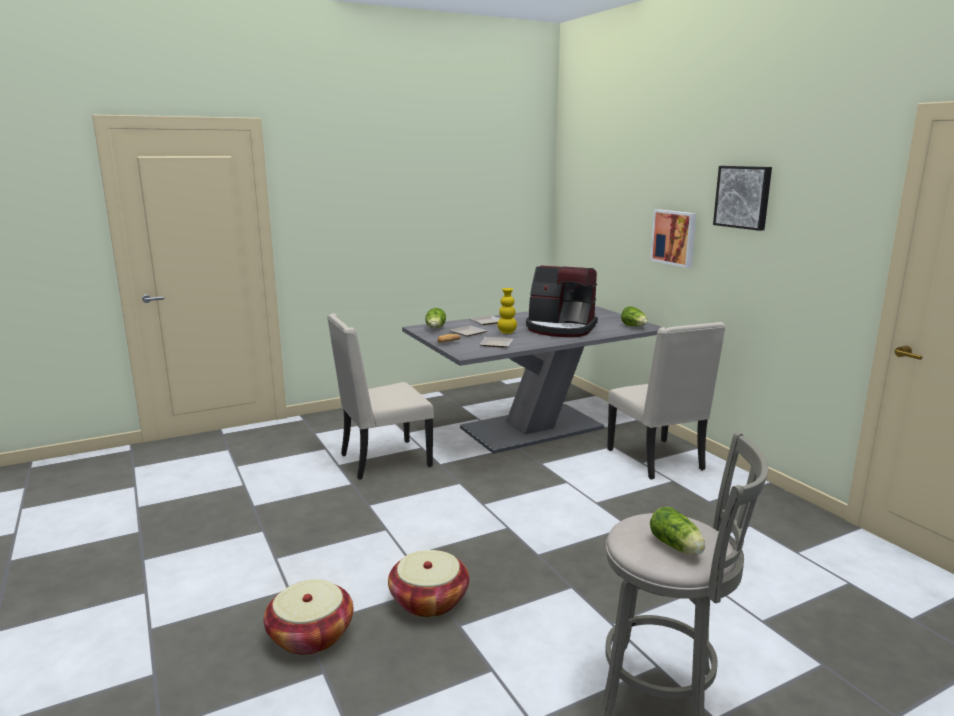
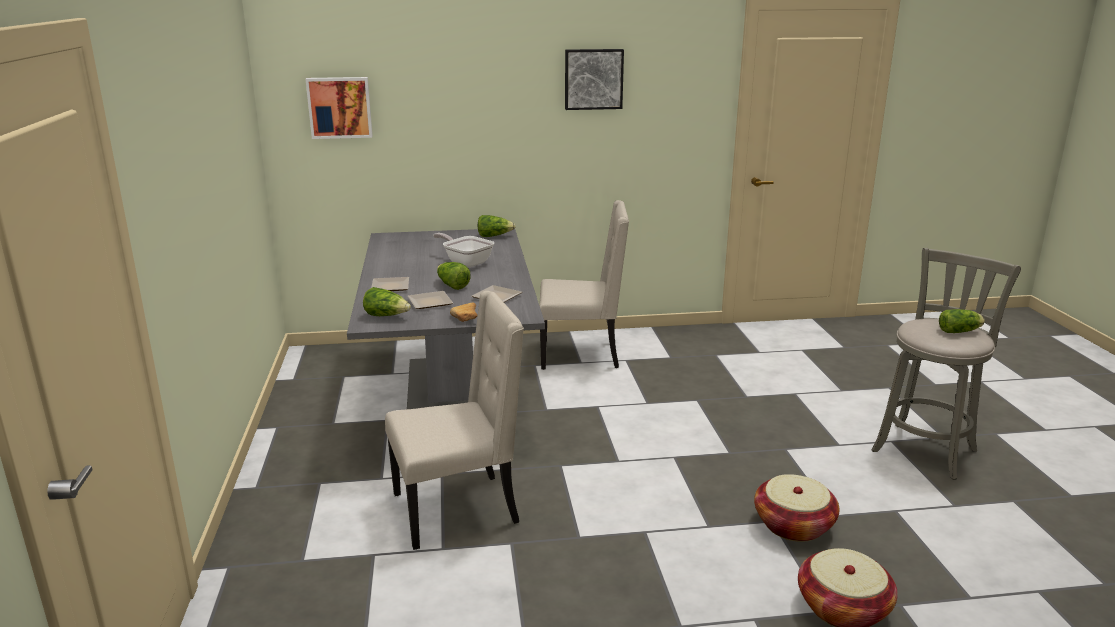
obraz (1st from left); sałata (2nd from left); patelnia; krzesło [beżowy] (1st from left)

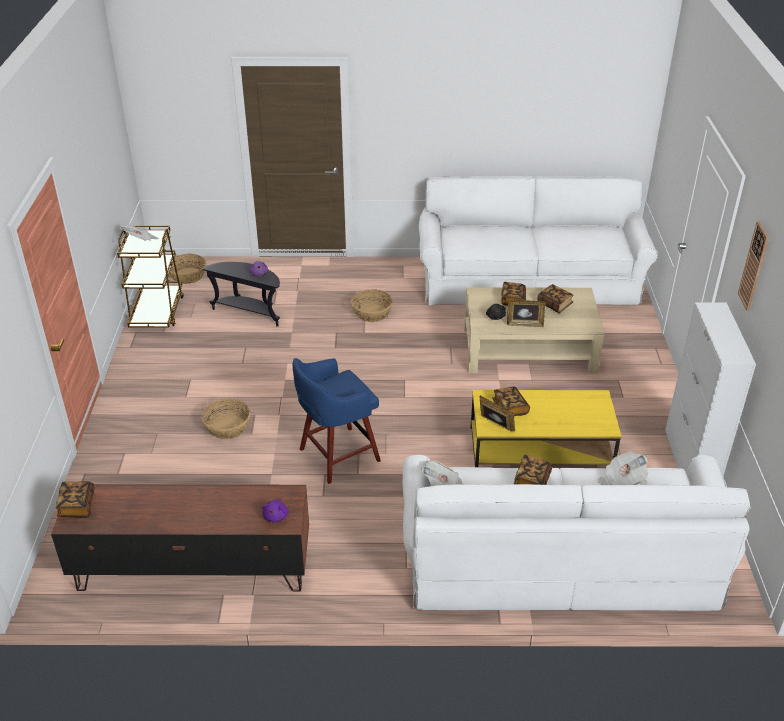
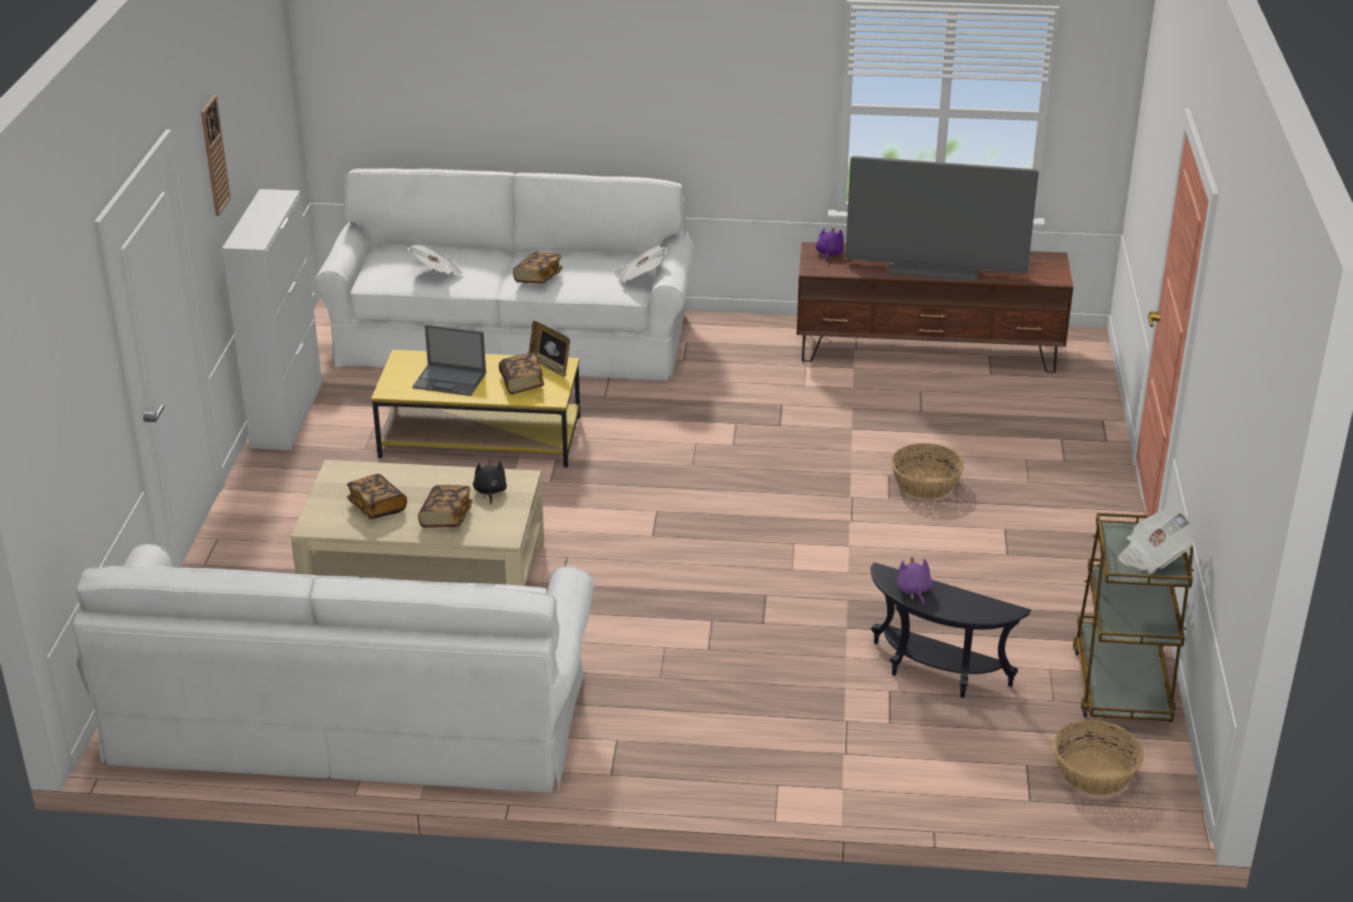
książka (1st from left in the first image); stołek [niebieski]; koszyk (3rd from left in the first image); ramka na zdjęcie (2nd from left in the first image); laptop; telewizor

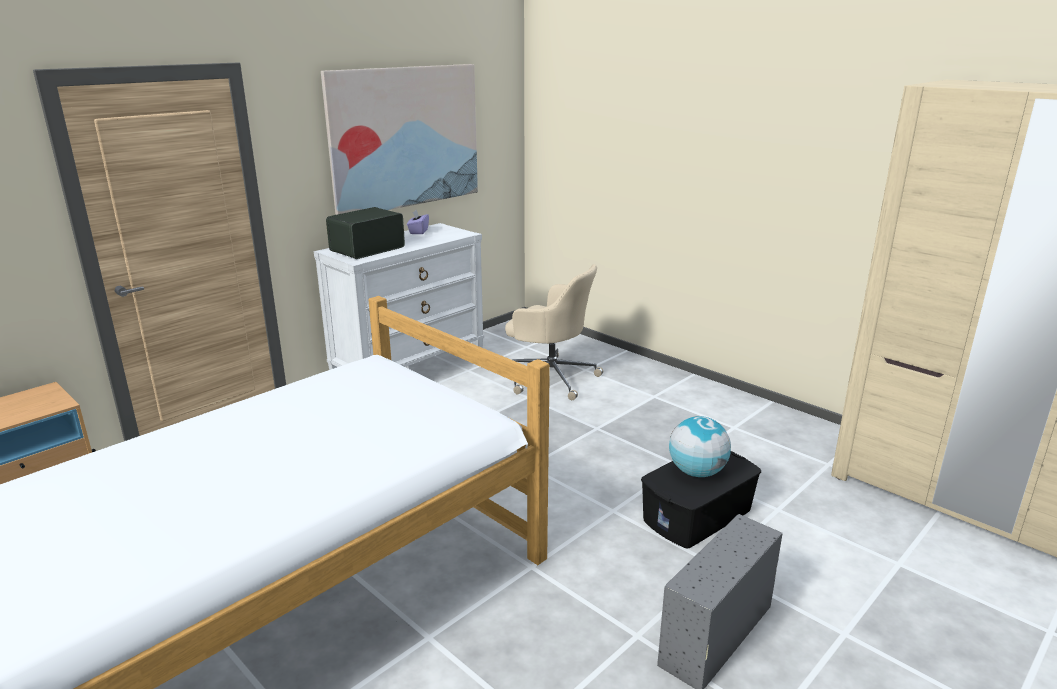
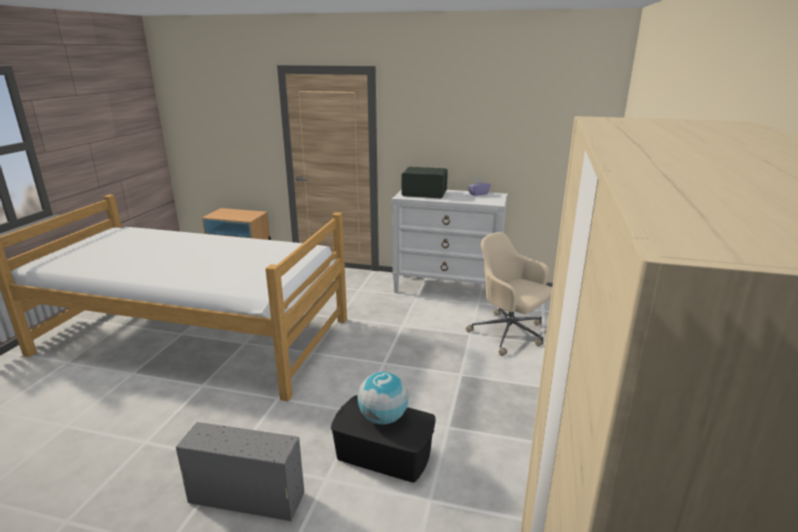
obraz; krzesło biurowe [beżowy]

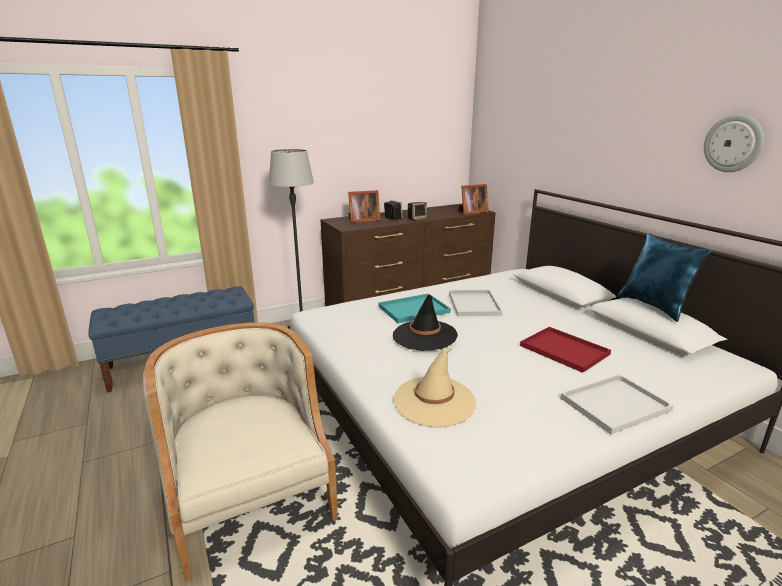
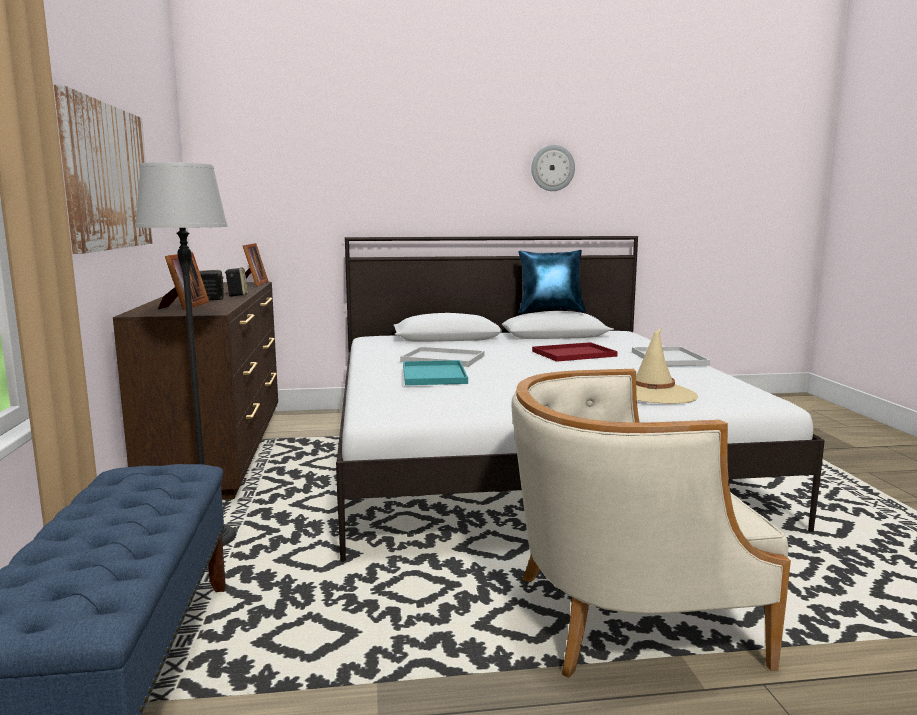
kapelusz [czarny]; obraz

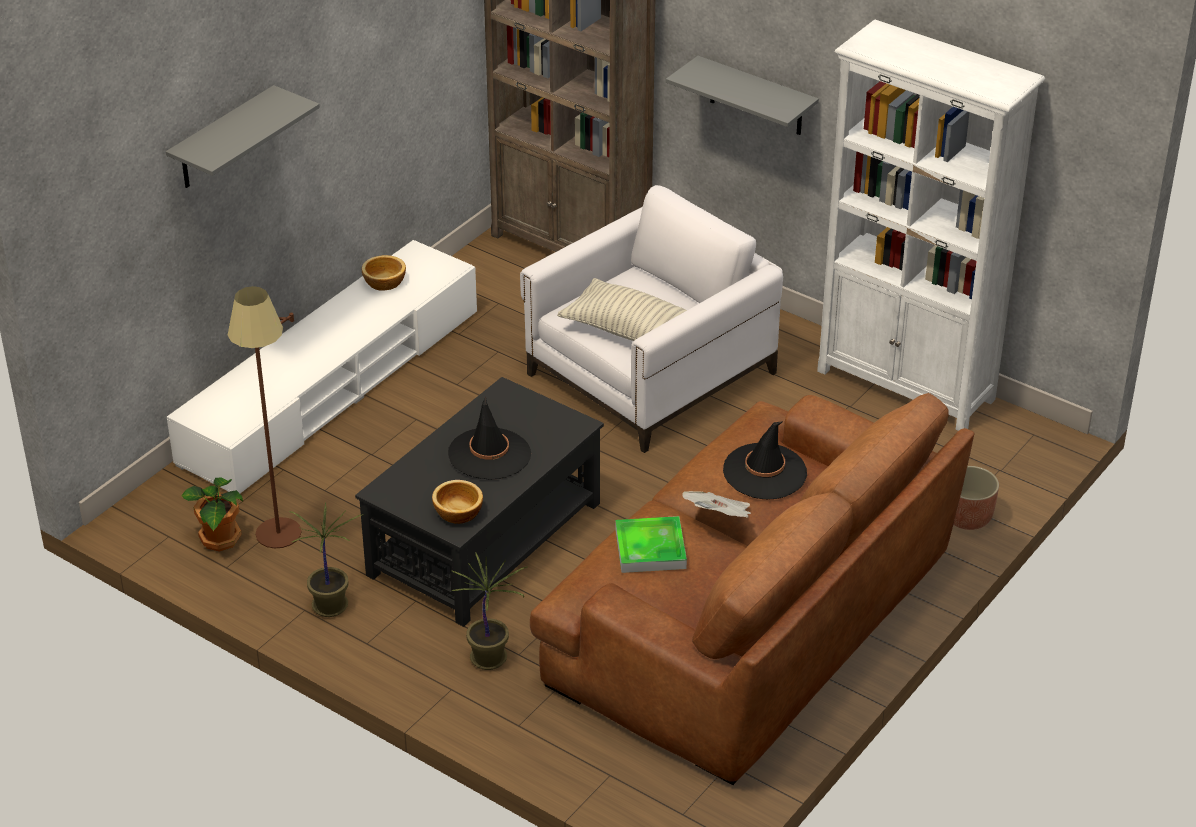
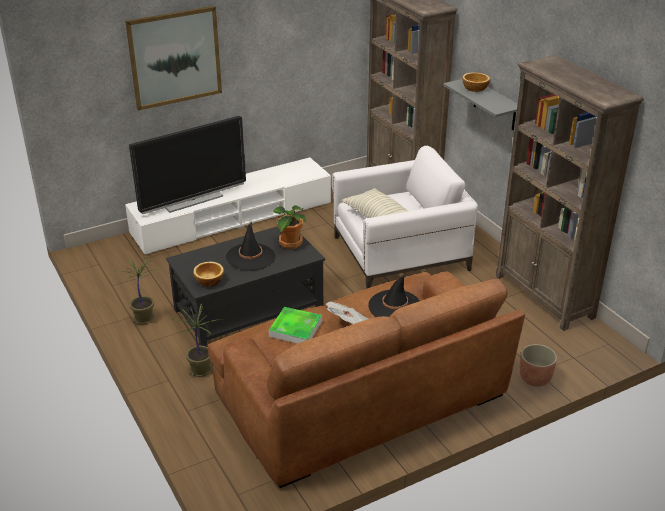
lampa stojąca [brązowy]; telewizor; roślina doniczkowa (3rd from left); miska (2nd from left); obraz; regał [brązowy] (2nd from left)

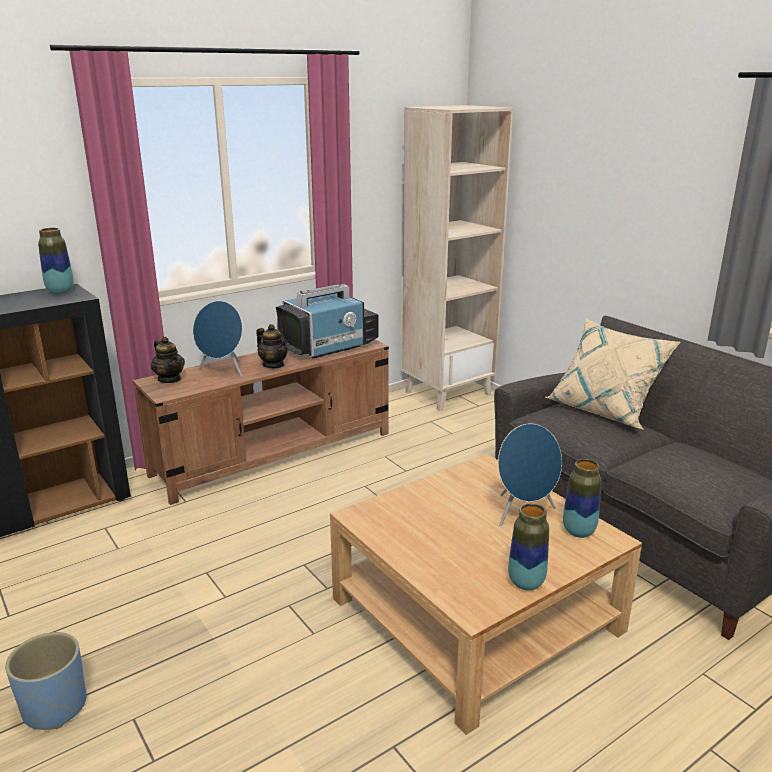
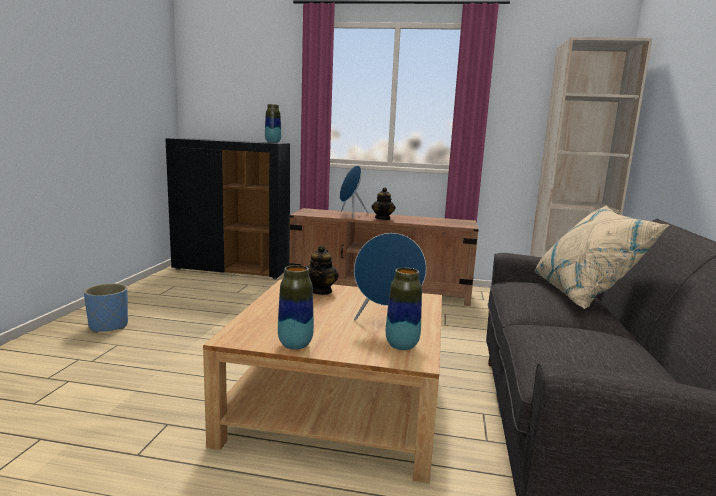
telewizor; imbryk (1st from left)

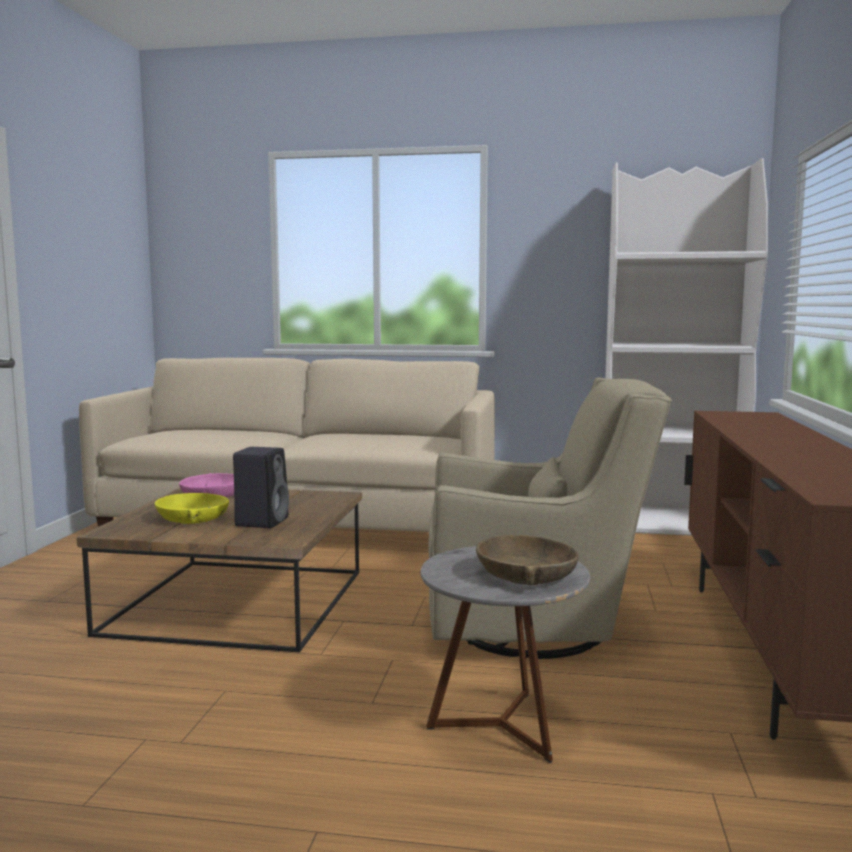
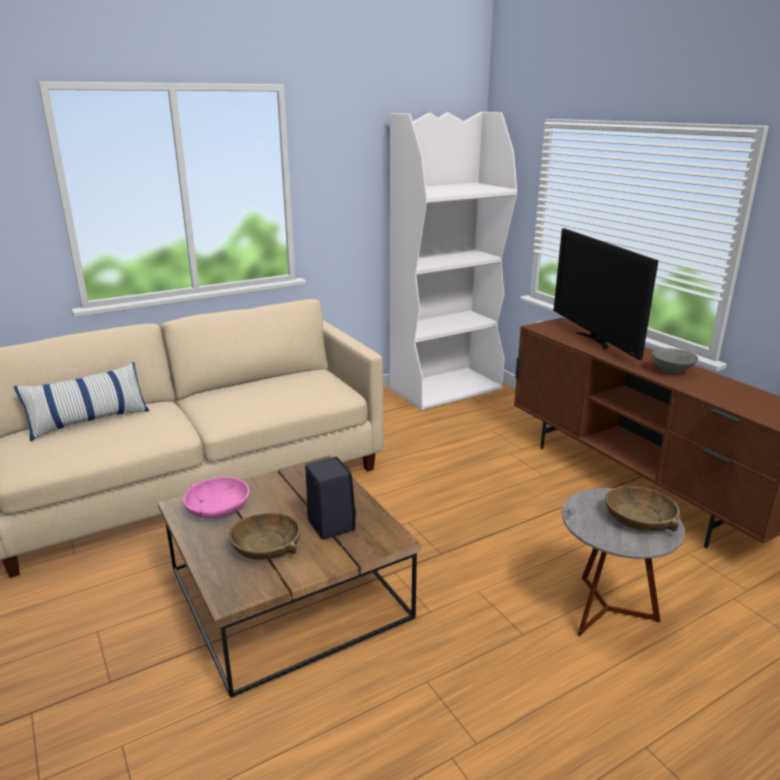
fotel [beżowy]; poduszka; telewizor; miska [szary]; miska [brązowy] (1st from left)

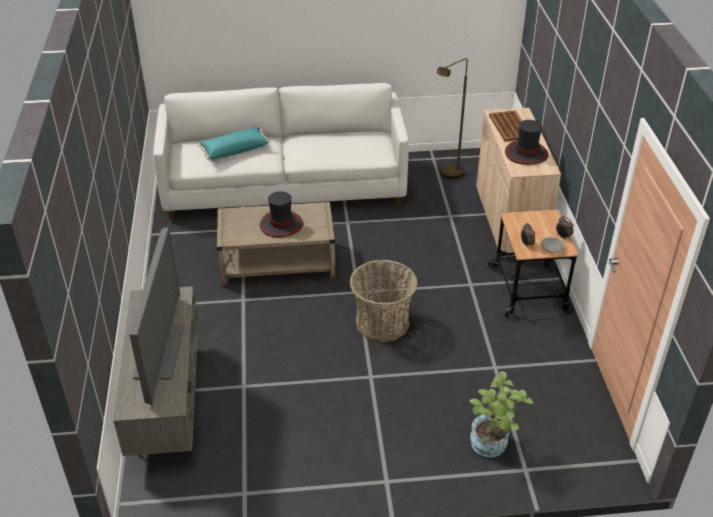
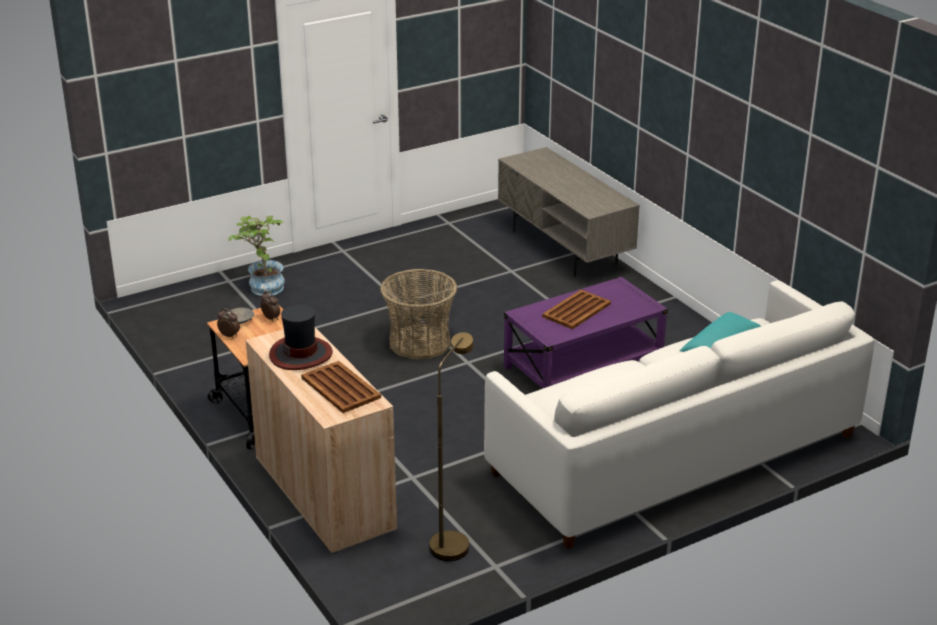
telewizor; taca [brązowy] (2nd from left); ława [fioletowy]

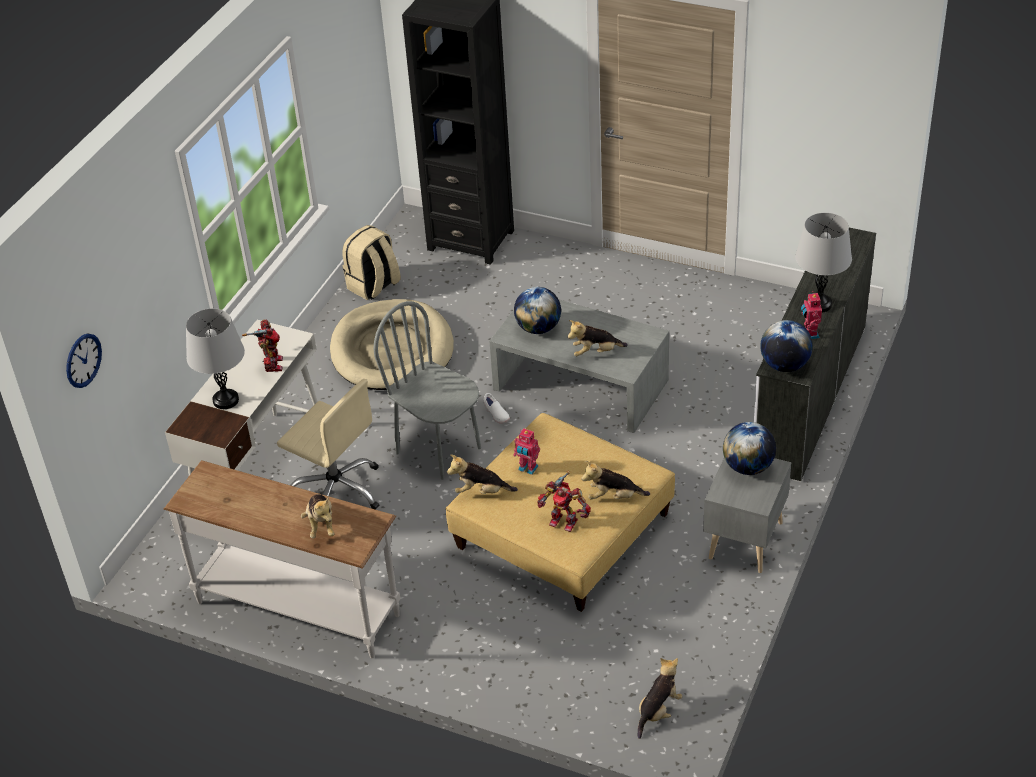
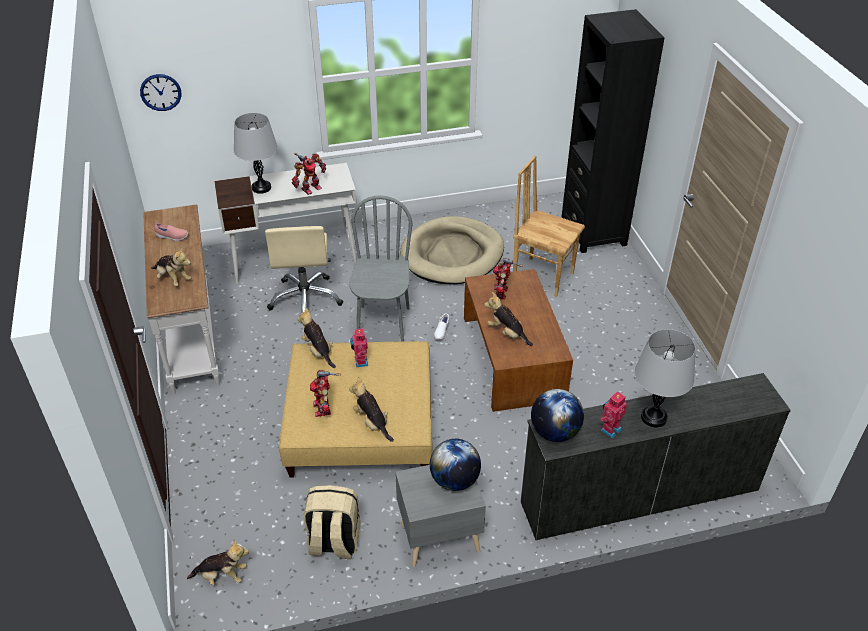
but [różowy]; krzesło [brązowy]; plecak [beżowy]; robot zabawkowy (4th from left); ława [brązowy]; pluszak (1st from left)

